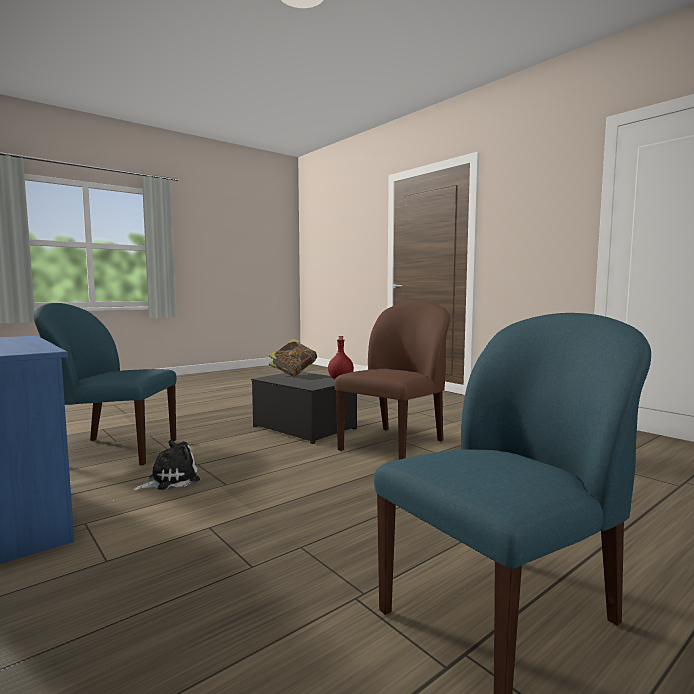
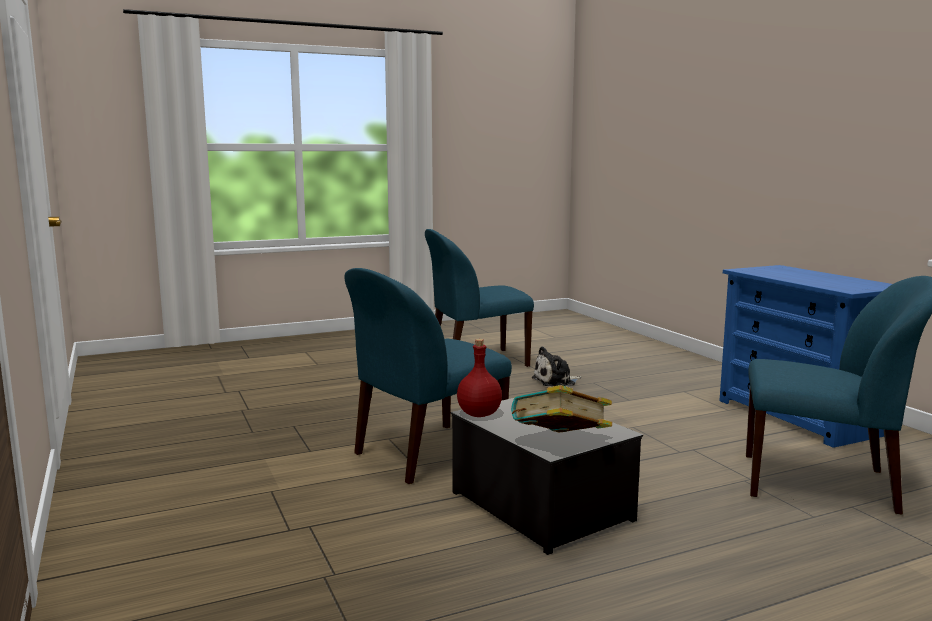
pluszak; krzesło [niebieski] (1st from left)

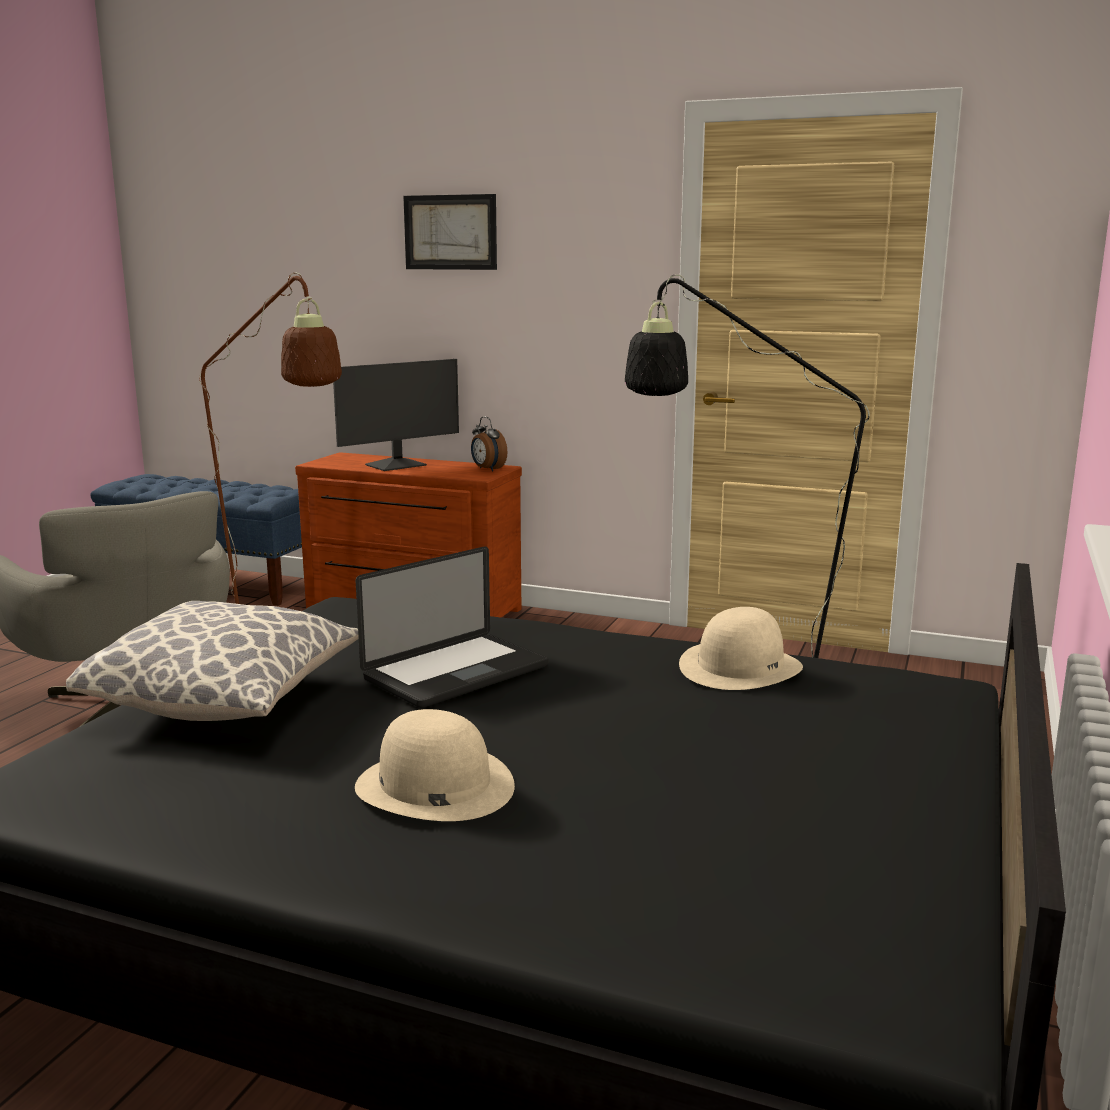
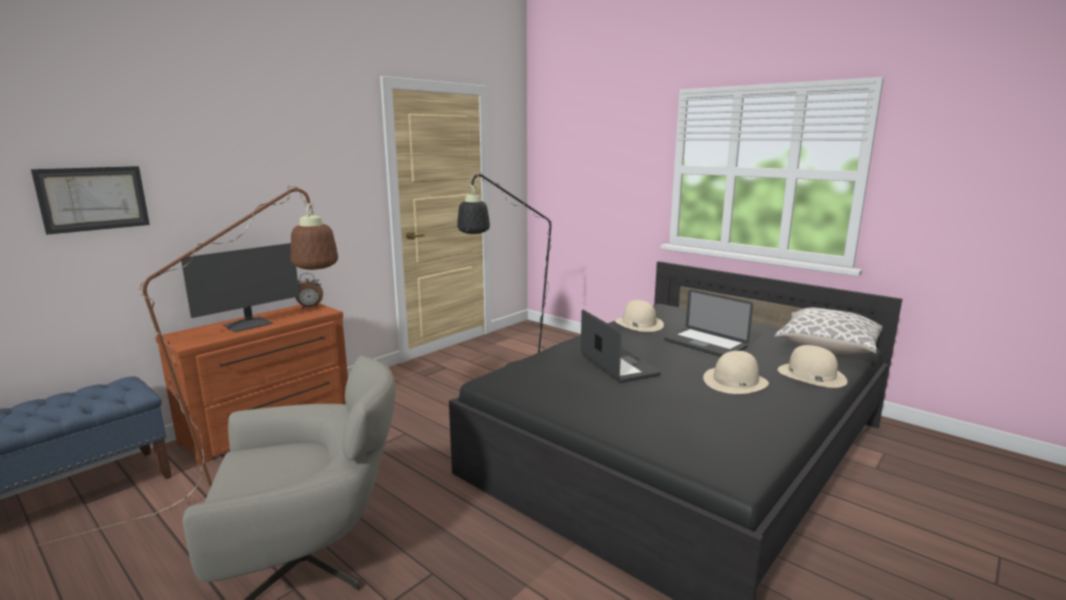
laptop (2nd from left); kapelusz [beżowy] (3rd from left); poduszka; obraz; monitor

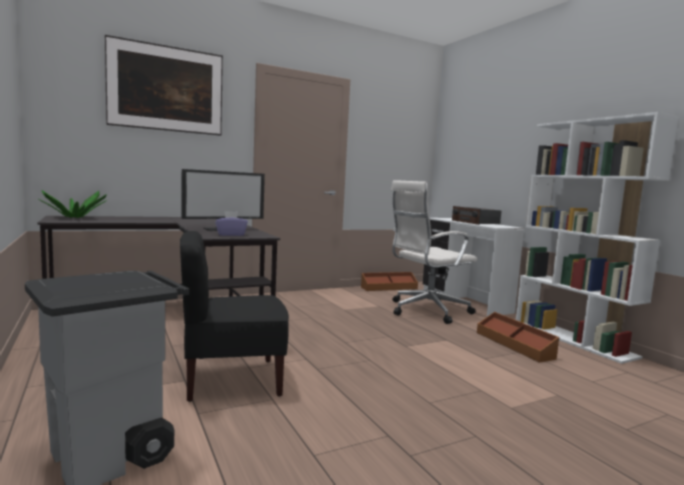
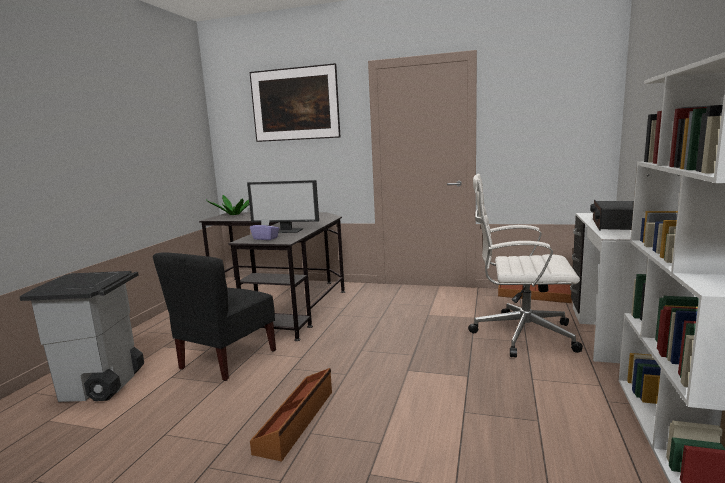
pojemnik do przechowywania [brązowy] (1st from left); krzesło [czarny]

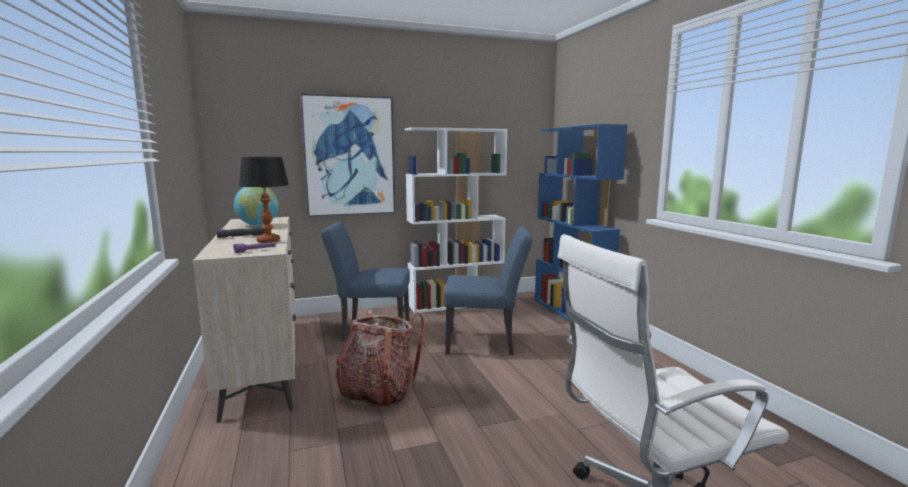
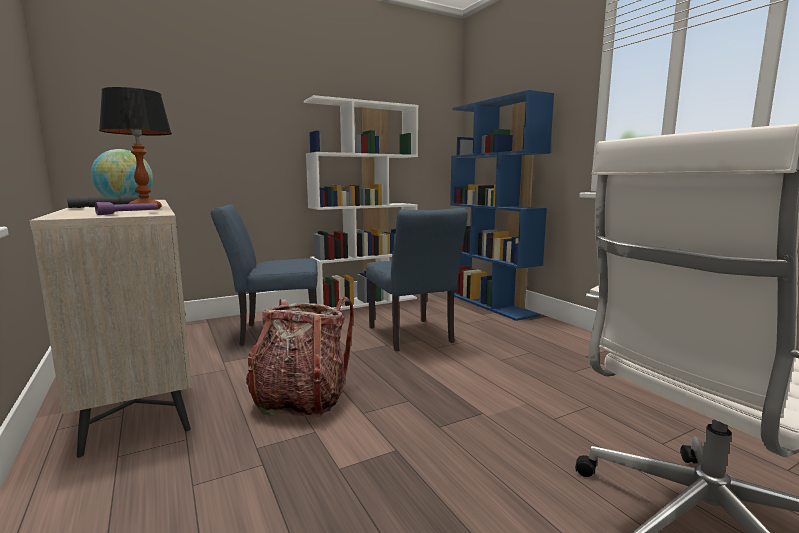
obraz; krzesło [niebieski] (2nd from left)

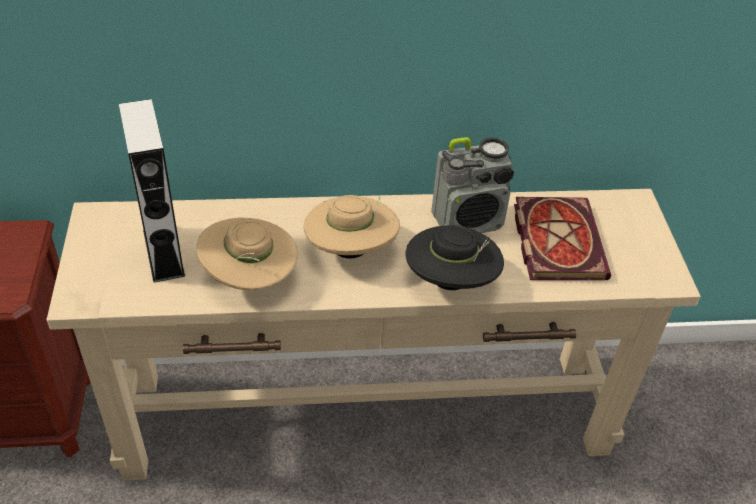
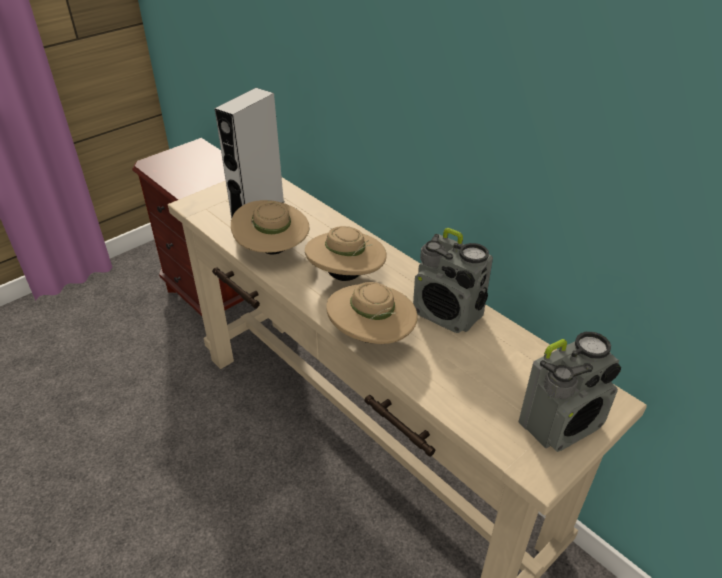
książka; radio (2nd from left); kapelusz [beżowy] (3rd from left)

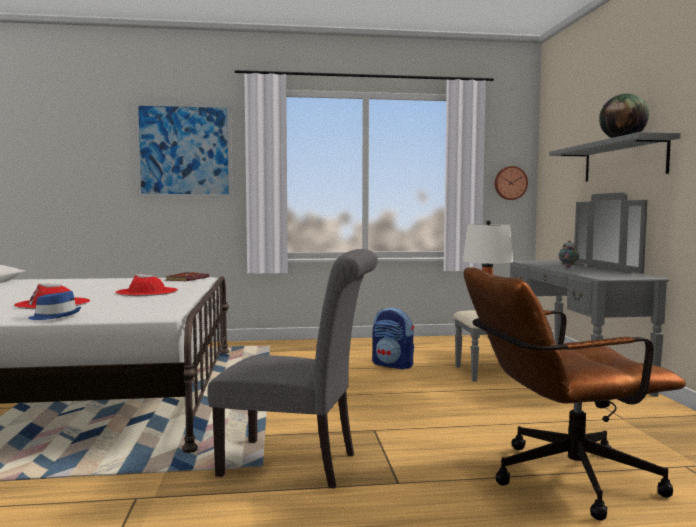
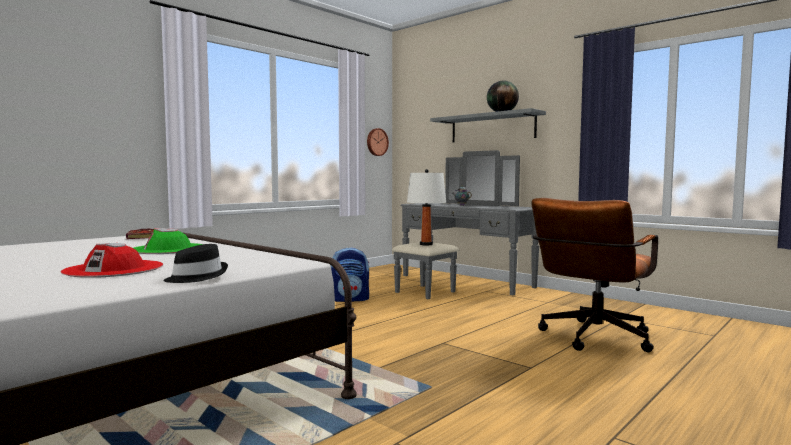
obraz; krzesło [szary]; kapelusz [czarny]; kapelusz [zielony]

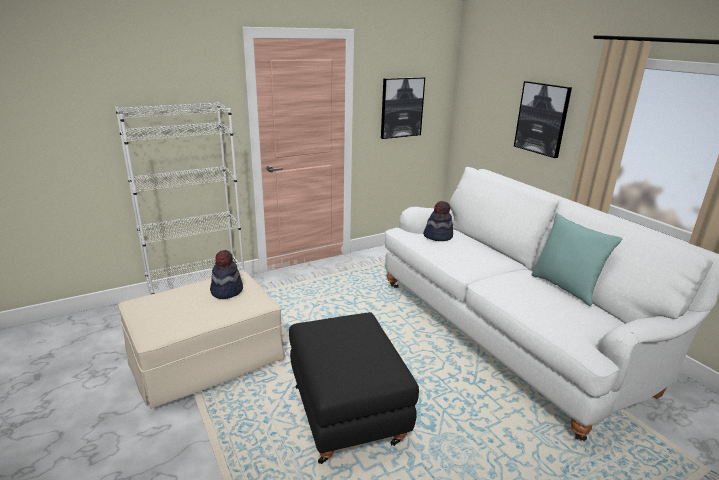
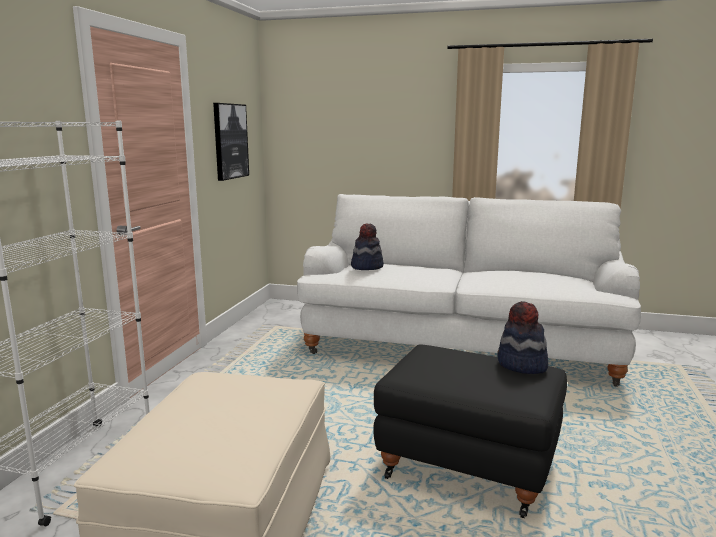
obraz (2nd from left in the first image); poduszka [turkusowy]; kapelusz (2nd from left)

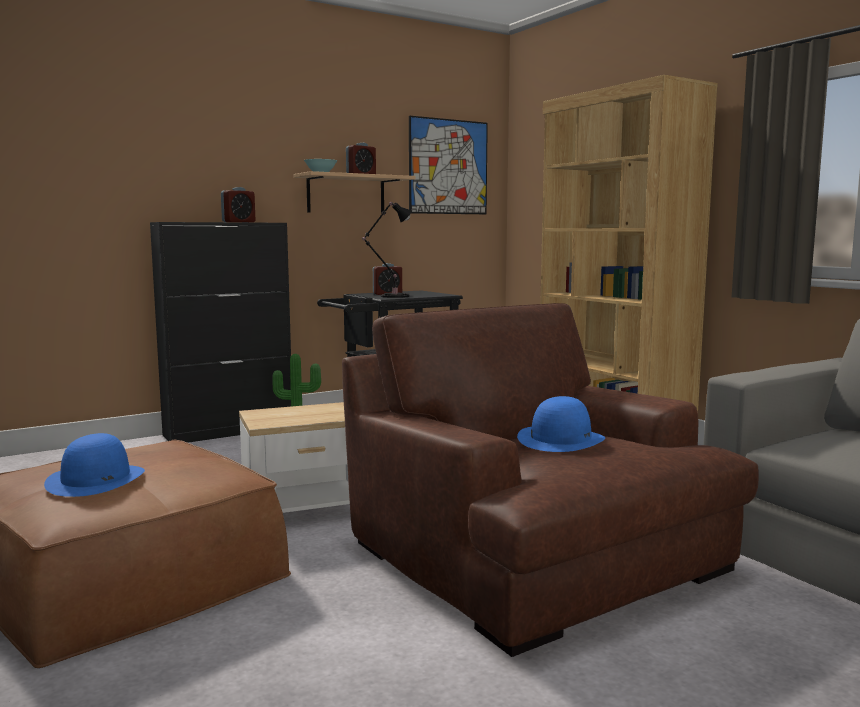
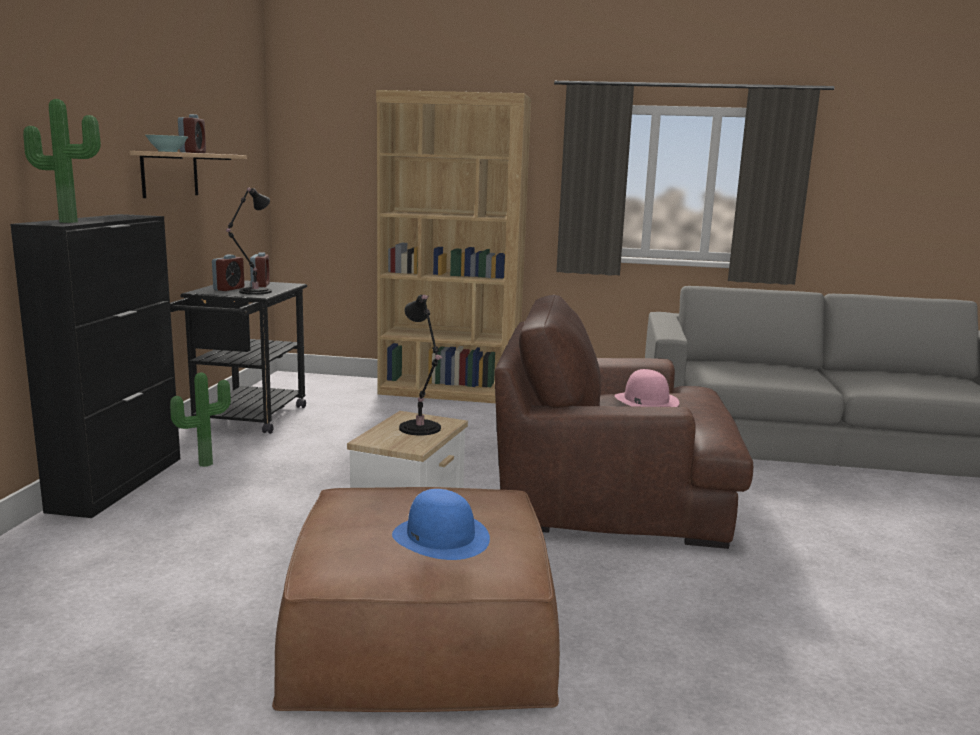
obraz; roślina doniczkowa (1st from left); lampa stołowa [czarny] (2nd from left); budzik (3rd from left); kapelusz [różowy]

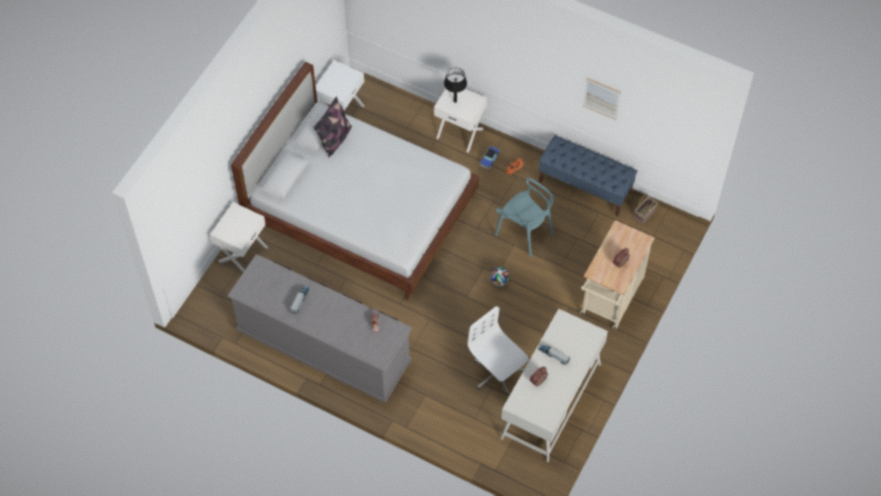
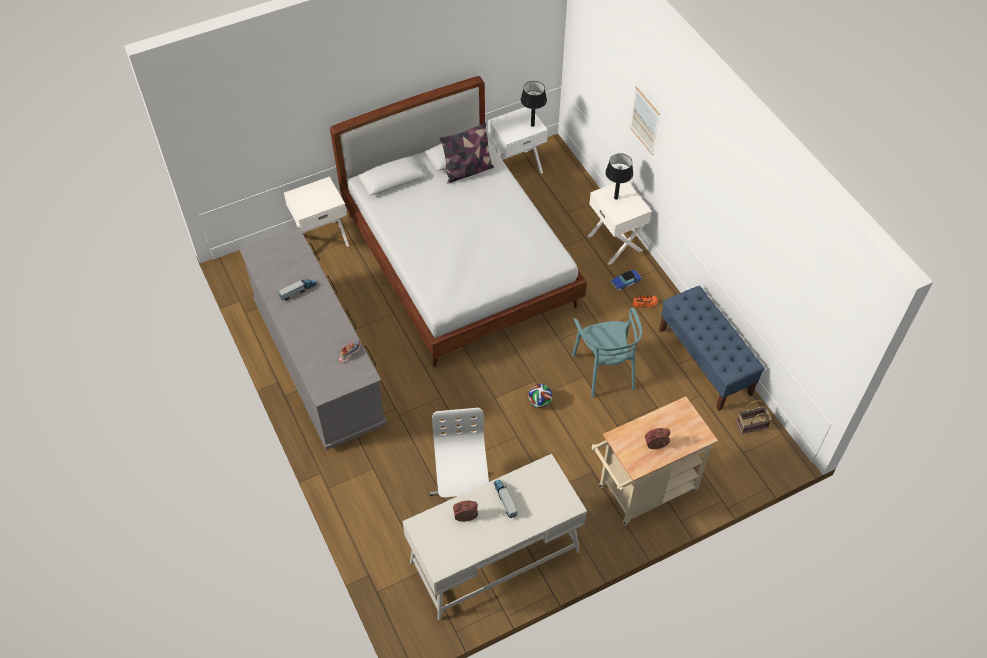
lampa stołowa [czarny] (1st from left); obraz

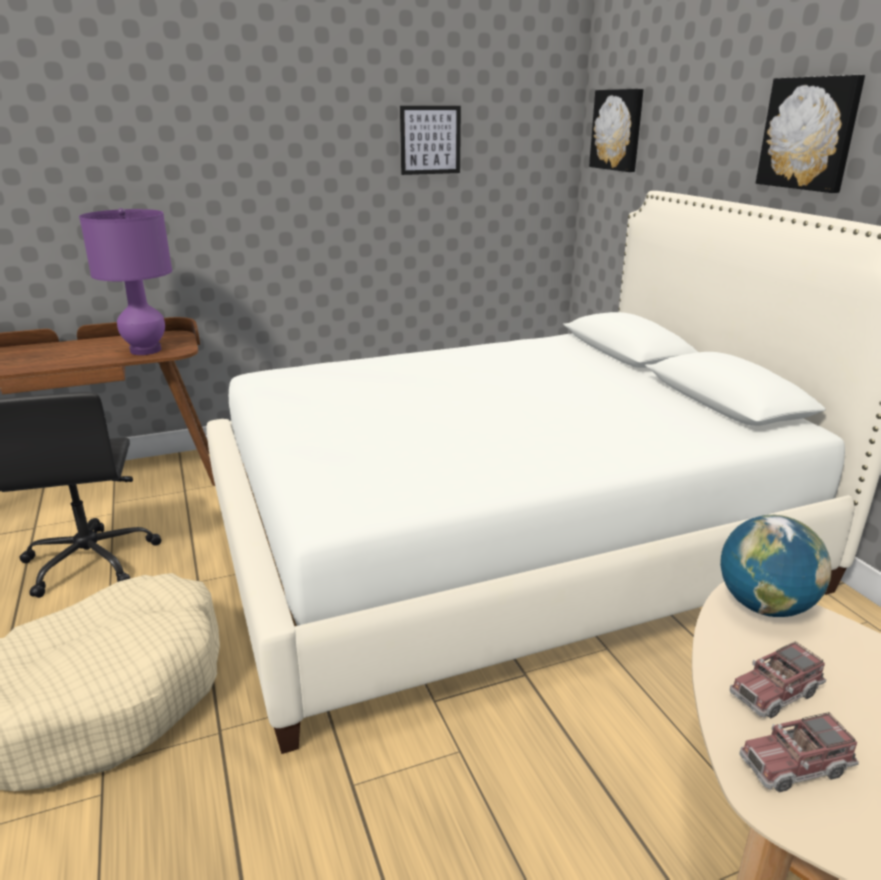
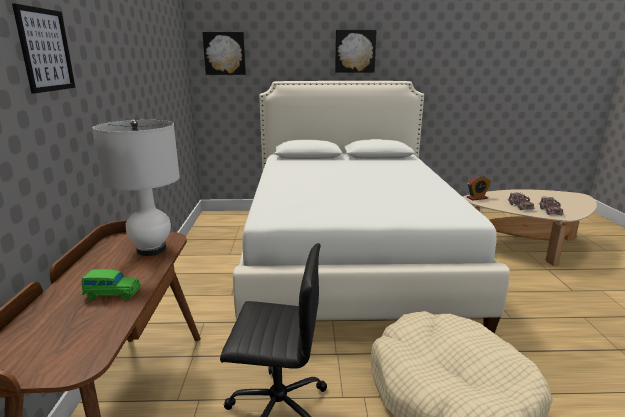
samochodzik [zielony]; obraz (1st from left); budzik; lampa stołowa [biały]

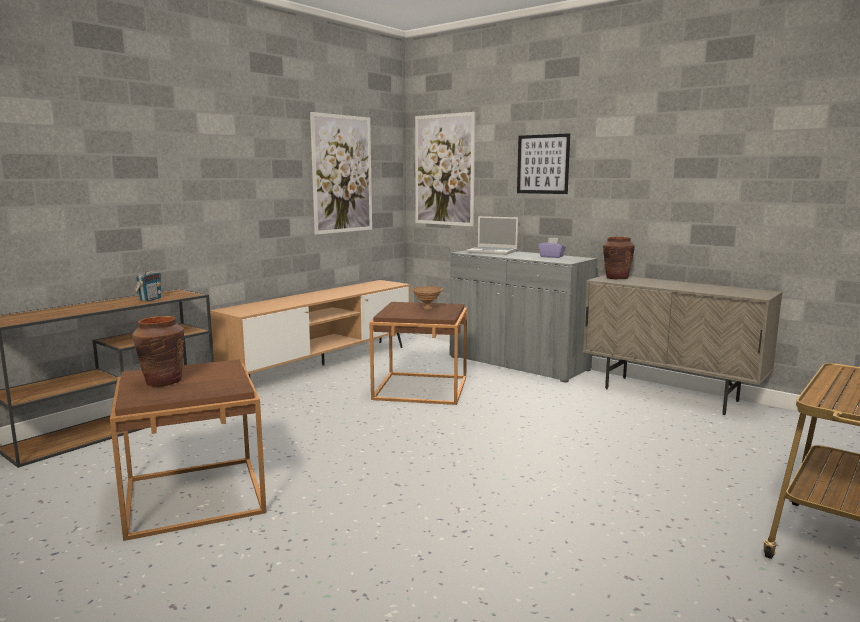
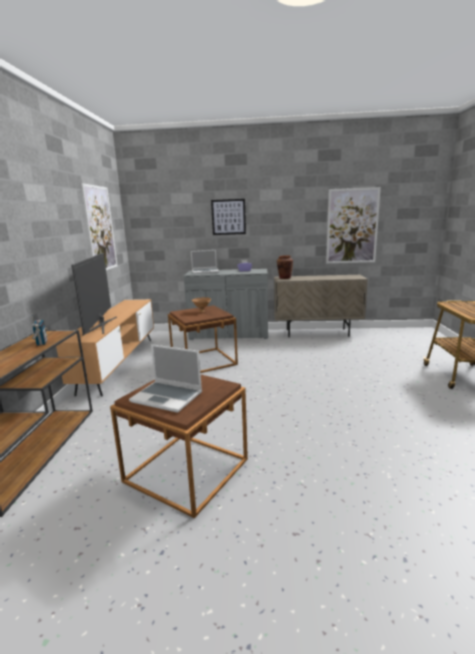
telewizor; obraz (3rd from left); laptop (1st from left)

